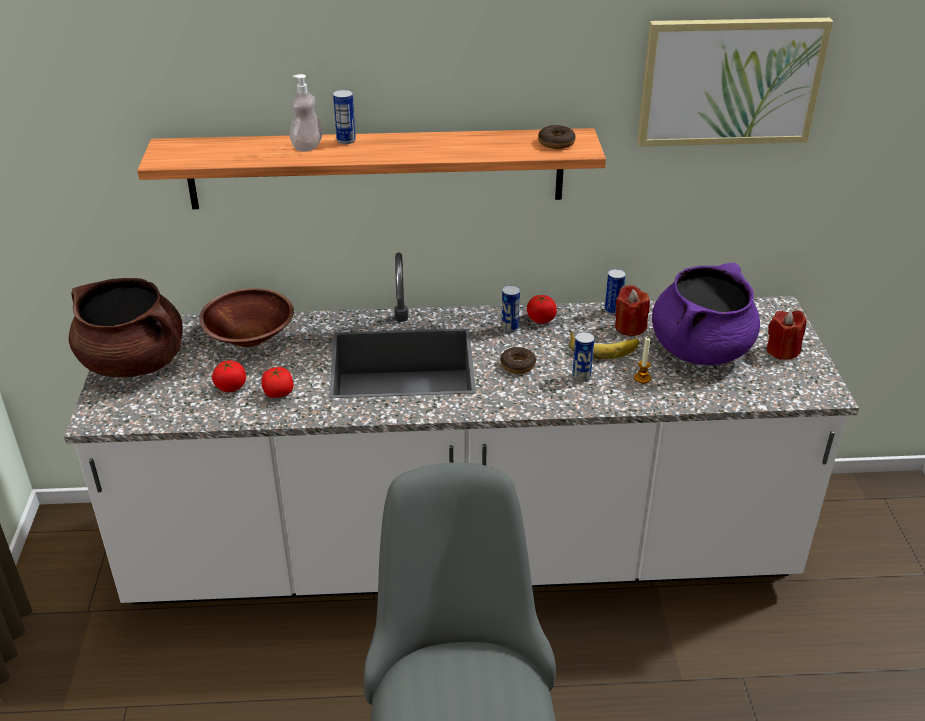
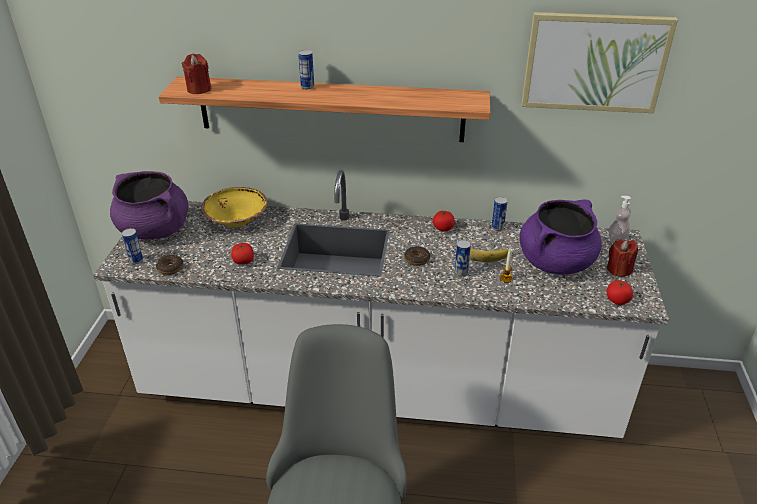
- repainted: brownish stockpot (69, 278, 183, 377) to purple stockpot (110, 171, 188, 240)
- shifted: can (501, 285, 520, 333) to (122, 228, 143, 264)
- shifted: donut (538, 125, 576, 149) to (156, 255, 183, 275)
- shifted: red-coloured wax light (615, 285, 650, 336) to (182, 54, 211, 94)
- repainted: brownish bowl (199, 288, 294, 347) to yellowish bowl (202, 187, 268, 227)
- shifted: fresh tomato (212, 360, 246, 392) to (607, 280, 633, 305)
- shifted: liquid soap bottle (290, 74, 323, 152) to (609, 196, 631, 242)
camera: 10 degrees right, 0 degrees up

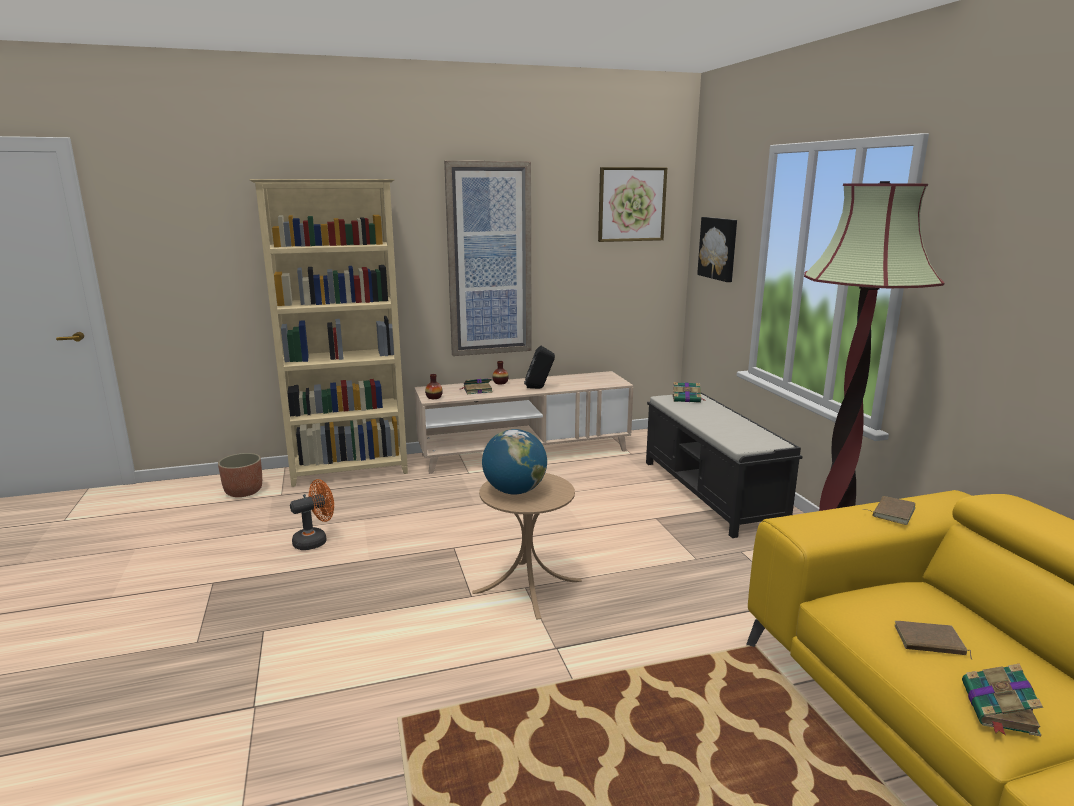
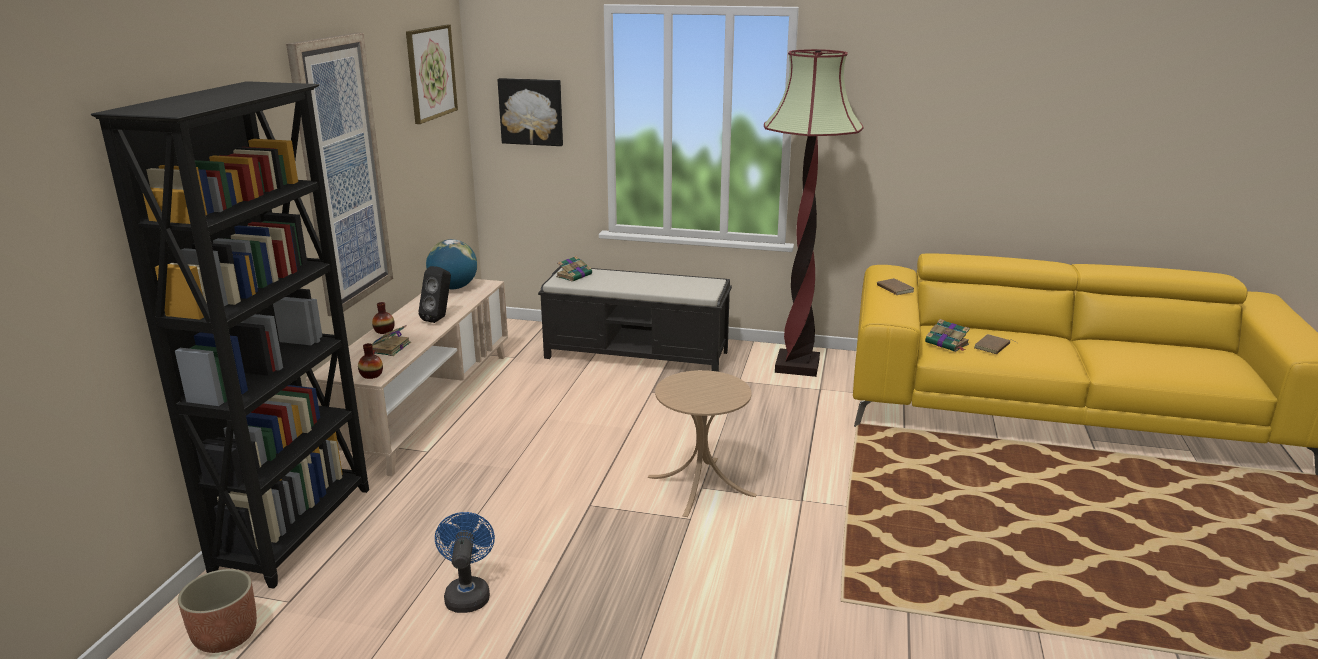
- repainted: beige-coloured shelving unit (249, 179, 408, 487) to blackish shelving unit (91, 81, 369, 589)
- shifted: desk globe (482, 429, 547, 494) to (426, 239, 477, 289)
- repainted: orange-coloured electric fan (290, 479, 334, 550) to blue electric fan (435, 512, 495, 613)
- shifted: bound book (962, 664, 1043, 736) to (925, 319, 970, 352)
camera: 60 degrees left, 5 degrees up

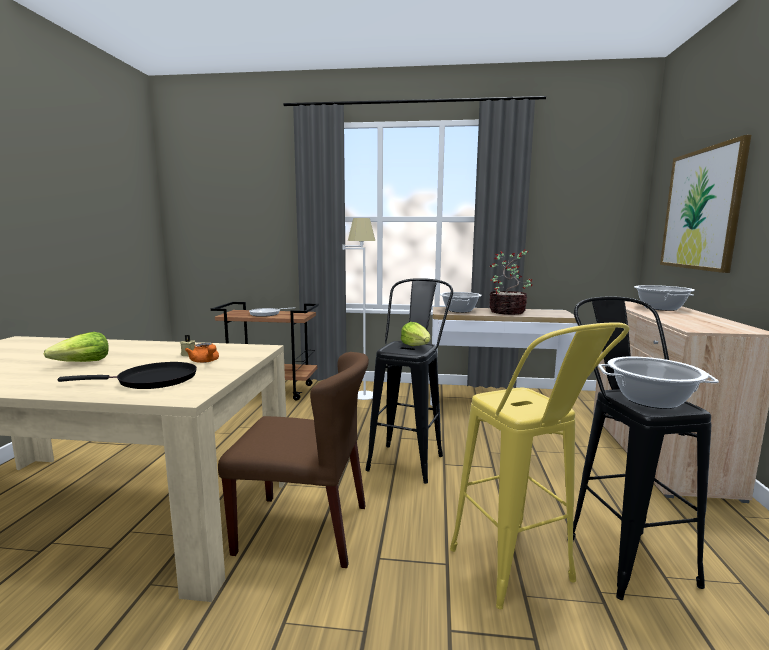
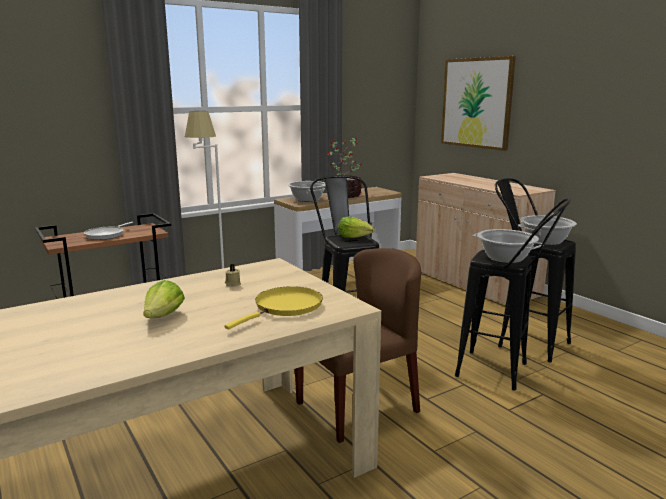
- repainted: blackish pan (58, 362, 197, 389) to yellowish pan (224, 286, 323, 329)
- repainted: yellowish stool (450, 322, 630, 609) to blackish stool (455, 198, 571, 391)
- shifted: stockpot (634, 285, 695, 311) to (473, 229, 544, 263)
- gone: orange-coloured teapot (185, 343, 219, 363)
camera: 40 degrees left, 5 degrees up

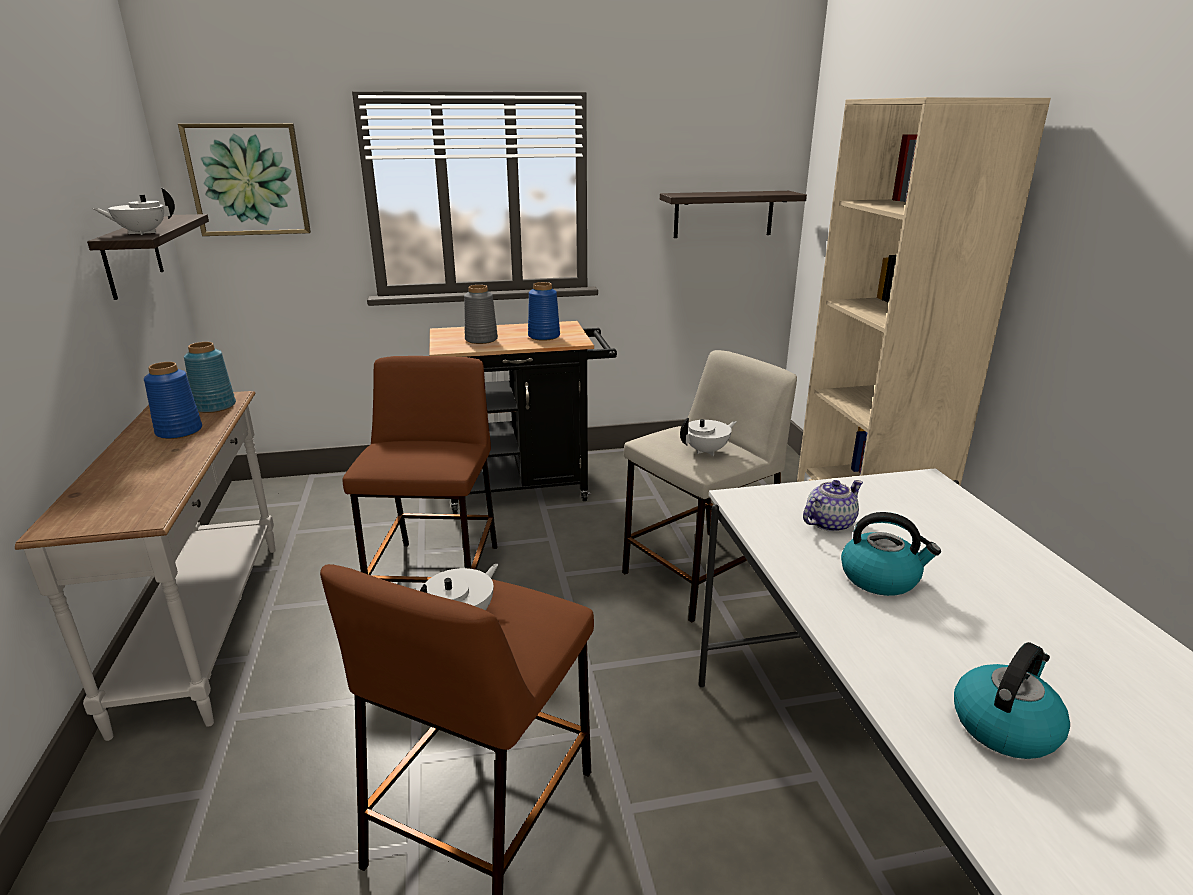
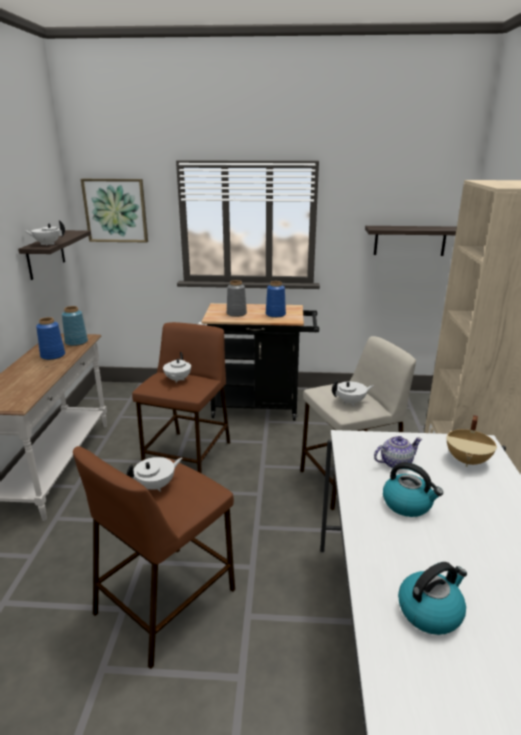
- new: whitish teapot (163, 352, 191, 383)
- new: beige-coloured stockpot (446, 415, 497, 467)
camera: 15 degrees right, 0 degrees up

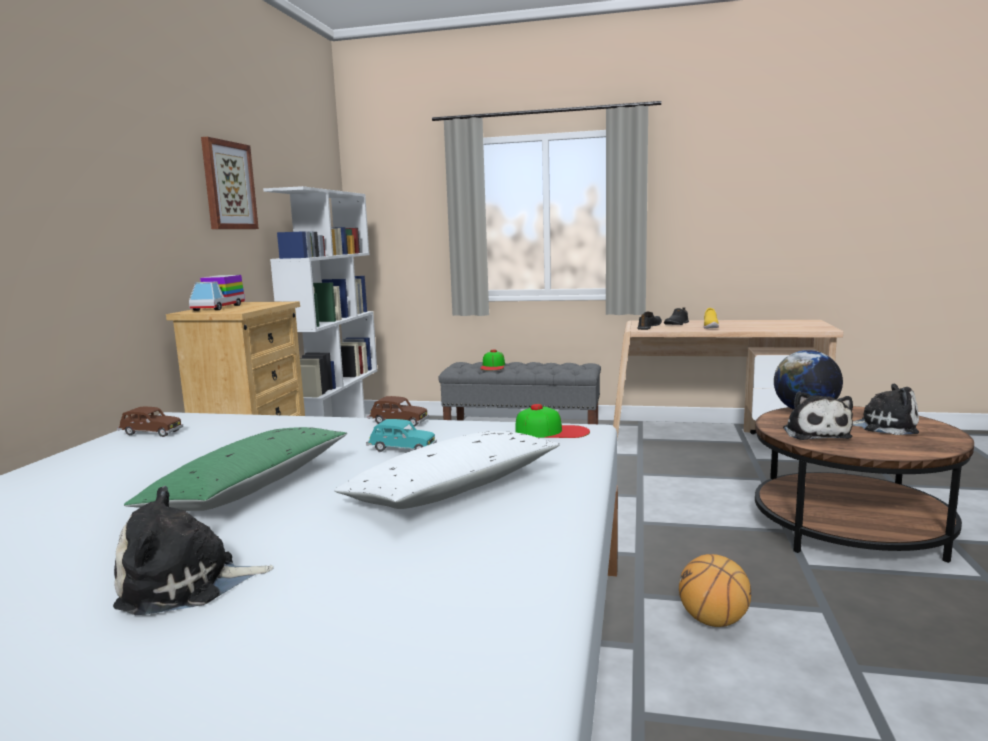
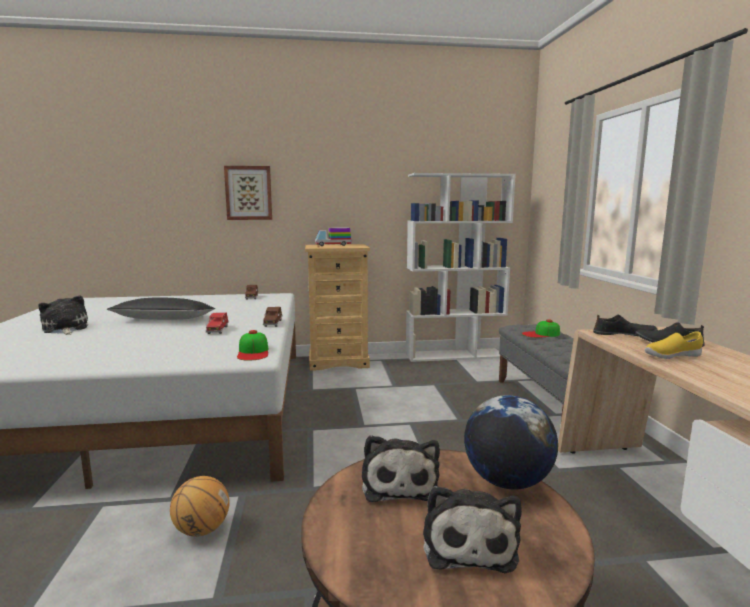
- repainted: greenish cushion (124, 427, 347, 511) to blackish cushion (107, 297, 215, 320)
- repainted: turquoise toy car (366, 419, 437, 452) to red-coloured toy car (206, 312, 229, 334)
- shifted: wall art (201, 137, 259, 229) to (224, 166, 272, 220)
- rotated: soft toy (783, 392, 853, 440) = (362, 435, 440, 502) 75 degrees counterclockwise
- gone: whitish cushion (334, 431, 560, 509)
camera: 70 degrees right, 0 degrees up

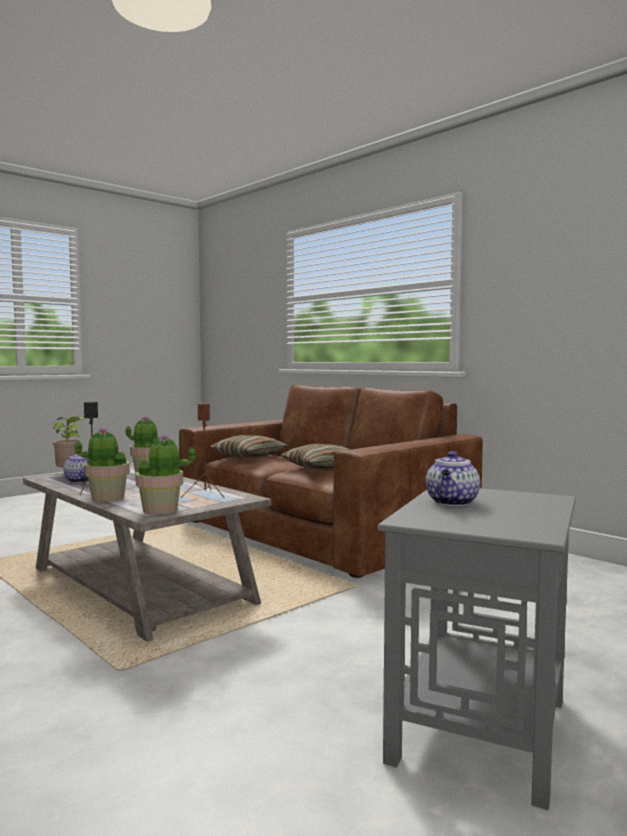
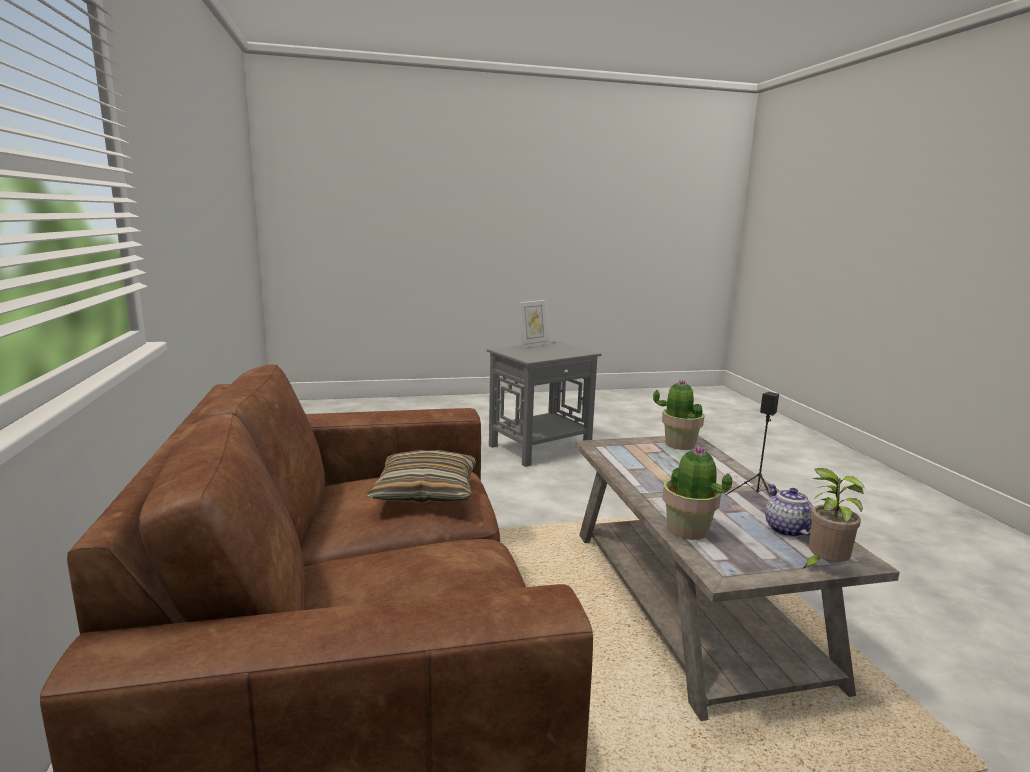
- new: photo frame (518, 297, 549, 348)
- gone: potted plant (75, 428, 130, 502)
- gone: brownish loudspeaker (181, 403, 225, 498)
- gone: cushion (210, 435, 288, 458)
- gone: teapot (426, 451, 480, 506)
camera: 150 degrees left, 10 degrees up

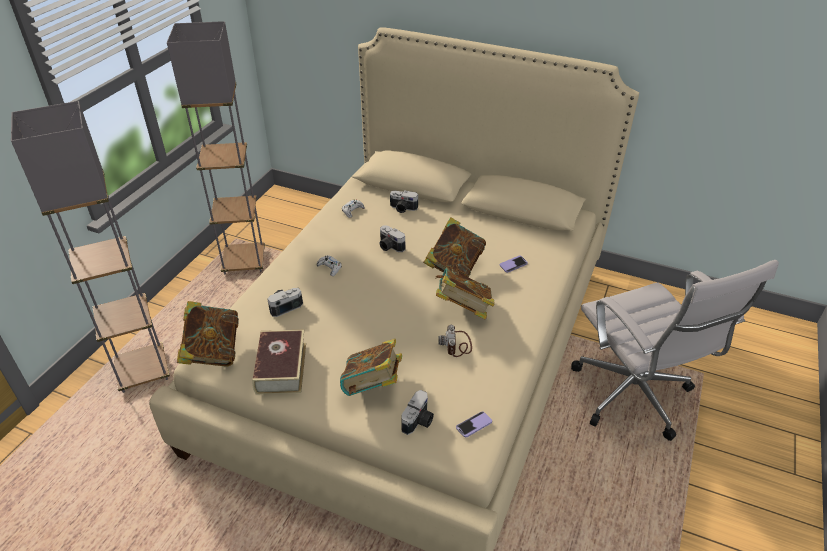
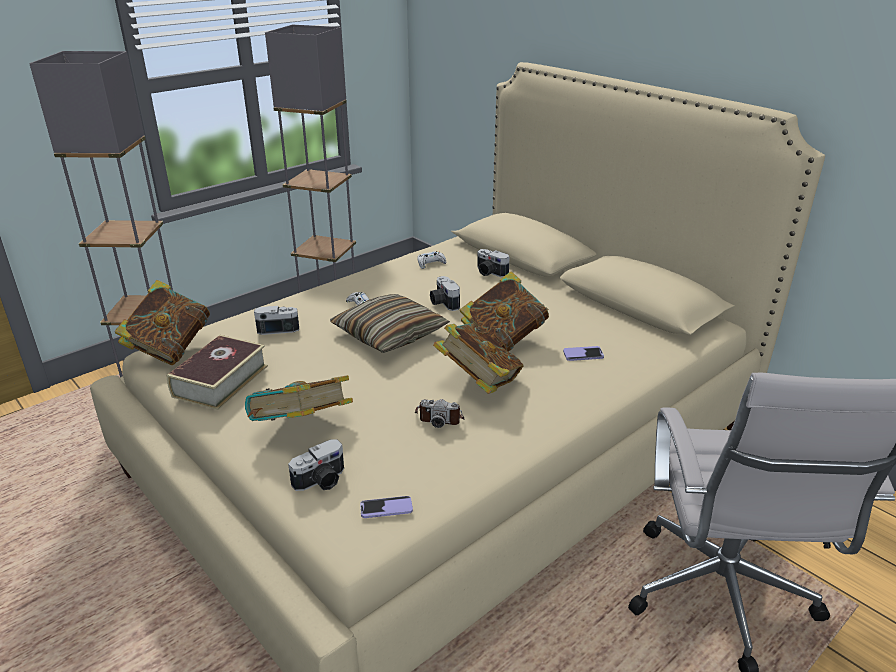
- new: cushion (330, 294, 450, 353)
- rotated: still camera (438, 325, 472, 357) = (415, 399, 464, 428) 105 degrees counterclockwise
camera: 25 degrees right, 10 degrees down

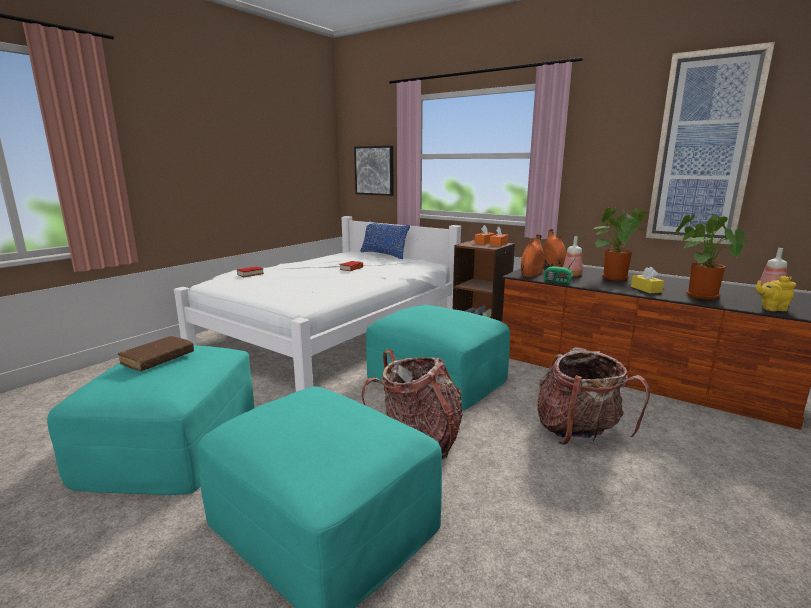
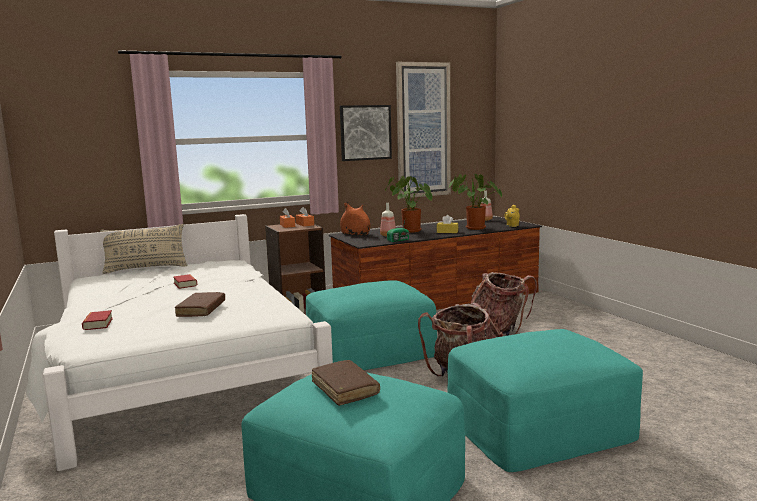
- repainted: blue cushion (360, 220, 410, 259) to beige-coloured cushion (100, 224, 188, 274)
- new: brownish bound book (175, 292, 225, 317)
- shifted: wall art (354, 146, 394, 196) to (340, 105, 392, 161)
- gone: orange-coloured decorative vase (521, 235, 544, 277)
camera: 60 degrees left, 5 degrees down

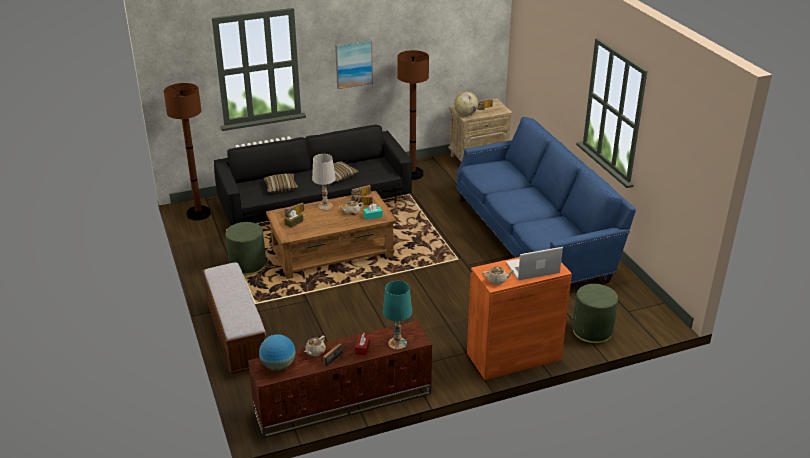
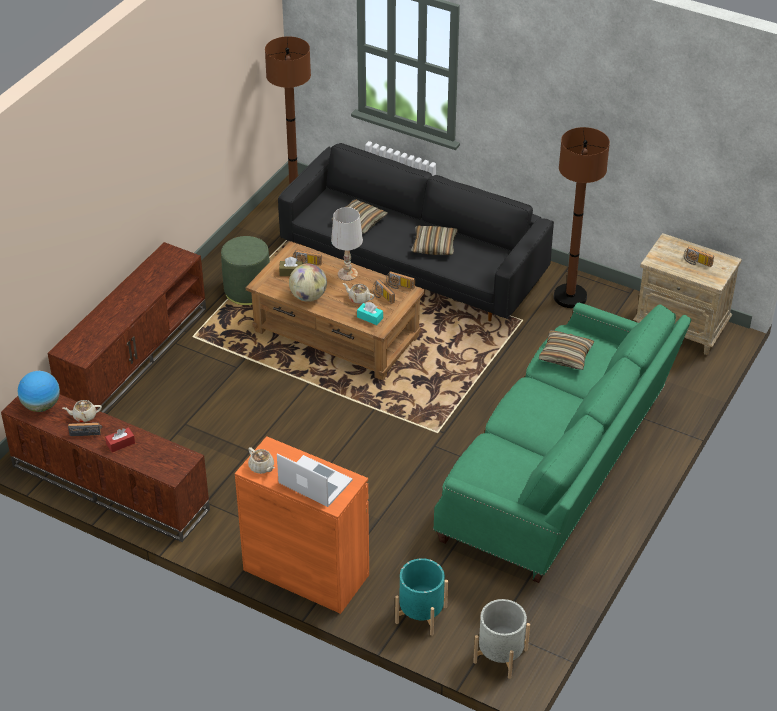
- swapped: indoor bench (202, 262, 266, 374) to brownish tv stand (47, 242, 206, 413)
- shifted: desk globe (454, 91, 478, 116) to (289, 264, 327, 302)
- swapped: greenish pouffe (572, 284, 618, 344) to turquoise planter (395, 558, 448, 636)
- repainted: blue settee (456, 117, 636, 284) to greenish settee (433, 303, 691, 583)
- new: grey planter (473, 599, 530, 679)
- new: cushion (539, 330, 595, 370)
- gone: wall art (335, 40, 373, 89)
- gone: turquoise tabletop lamp (383, 281, 412, 350)
camera: 50 degrees right, 10 degrees up

